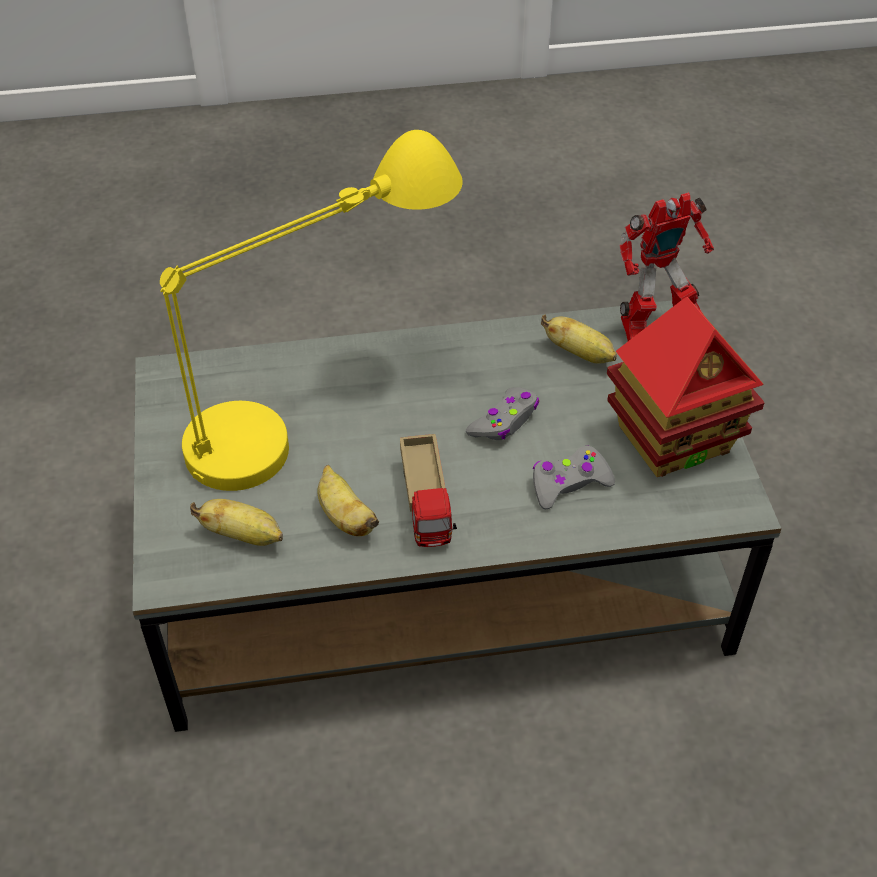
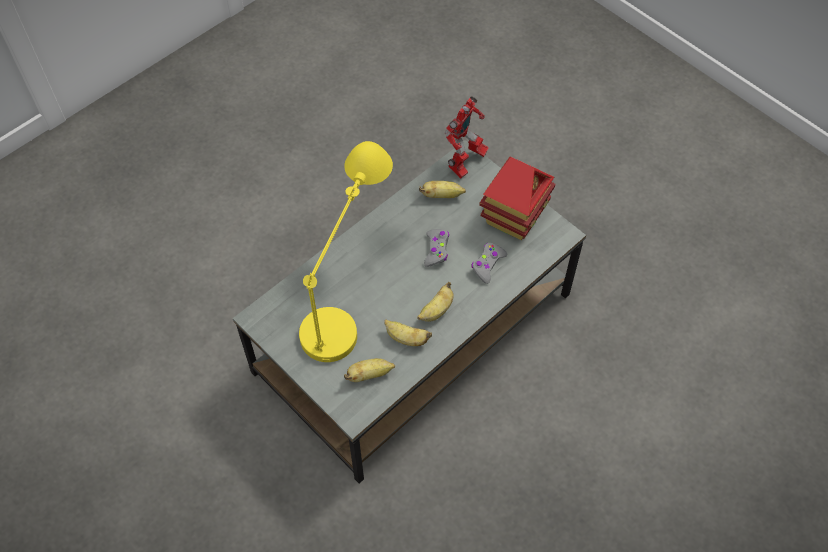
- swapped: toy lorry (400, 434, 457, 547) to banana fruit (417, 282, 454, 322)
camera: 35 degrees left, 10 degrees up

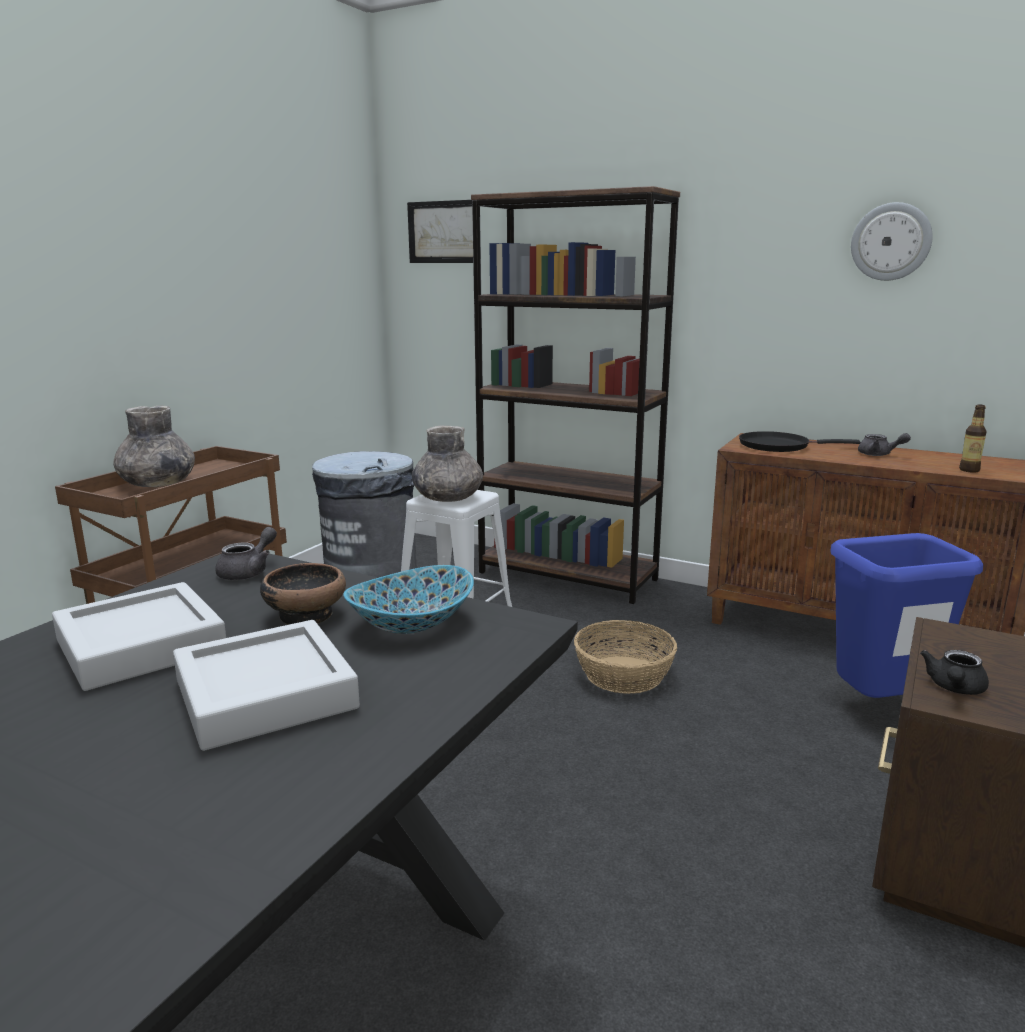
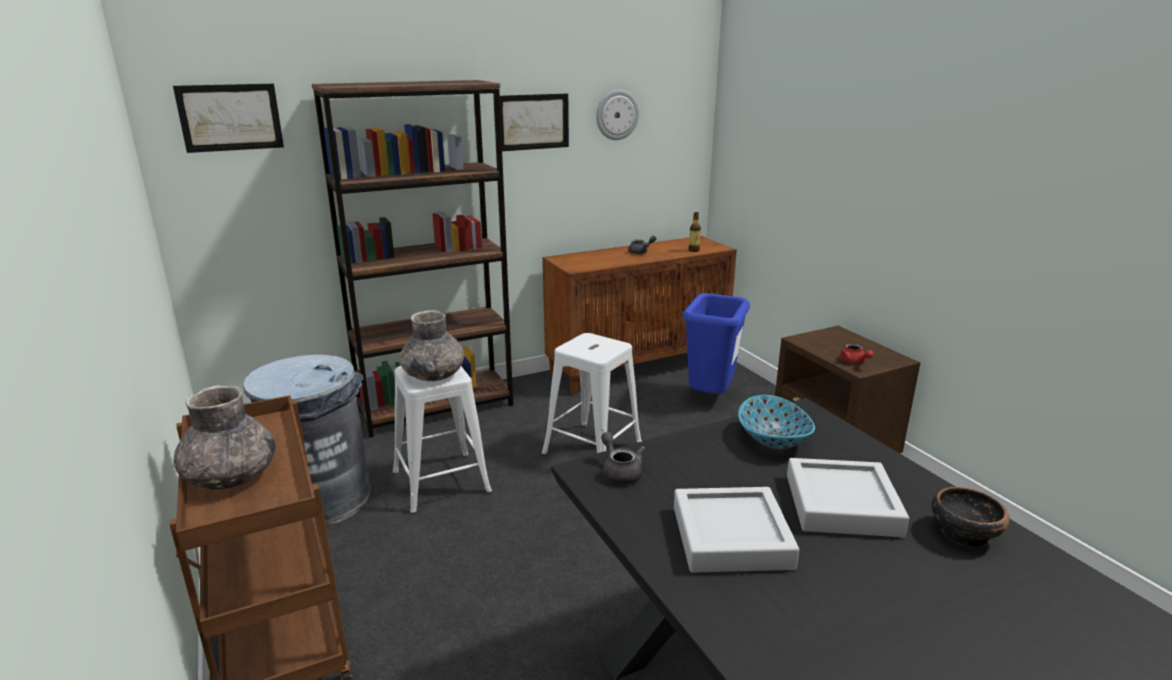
- new: wall art (500, 93, 569, 151)
- swapped: storage basket (574, 620, 677, 694) to whitish stool (542, 333, 642, 455)
- repainted: blackish teapot (920, 650, 989, 695) to red-coloured teapot (840, 344, 874, 364)
- shifted: bowl (260, 563, 346, 625) to (932, 487, 1010, 548)
- gone: blackish pan (739, 431, 860, 452)
camera: 55 degrees left, 5 degrees up

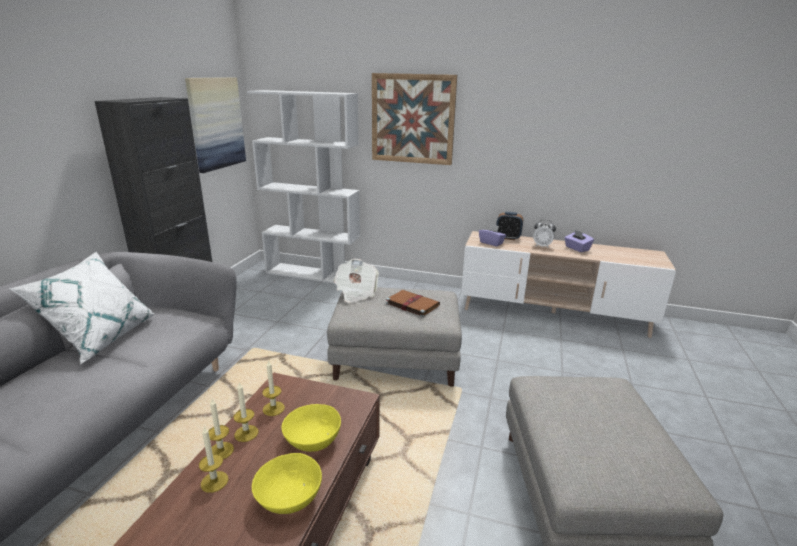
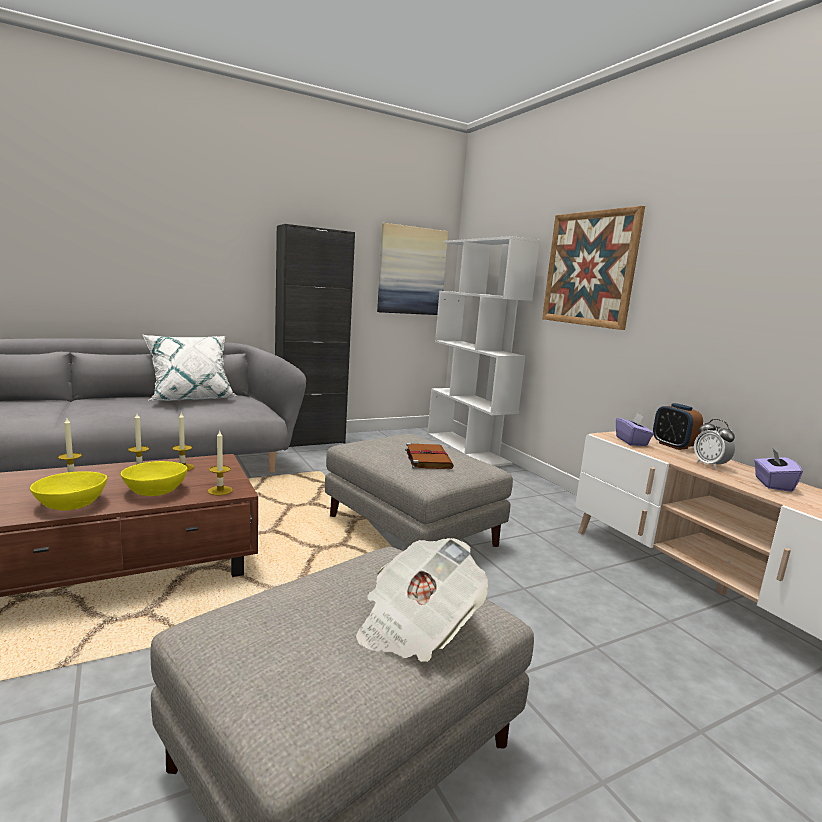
- shifted: wax light (209, 399, 234, 459) to (208, 431, 233, 495)
- shifted: newspaper (334, 259, 379, 303) to (356, 538, 488, 662)
camera: 45 degrees right, 10 degrees down

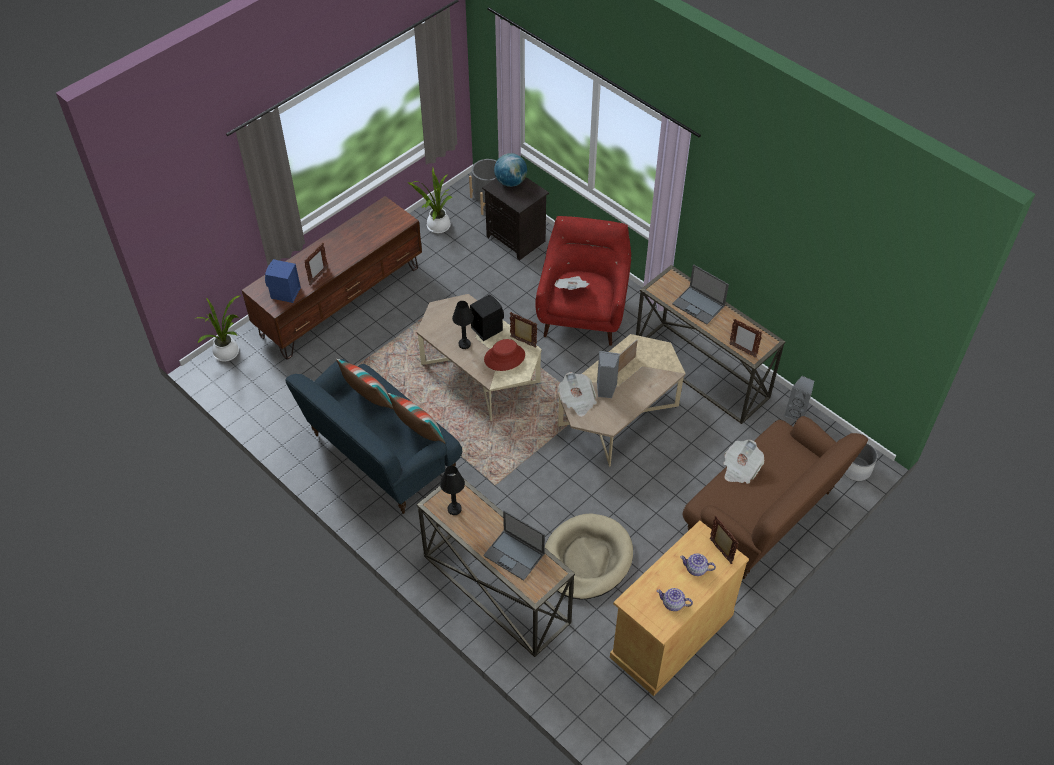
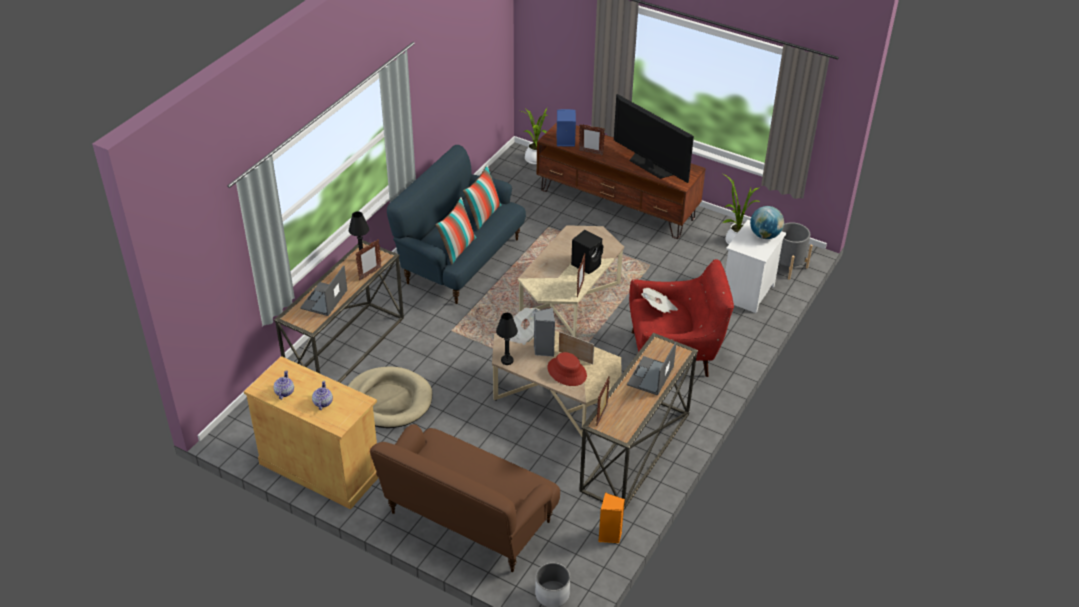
- shifted: photo frame (710, 516, 739, 564) to (355, 239, 382, 281)
- shifted: blackish tabletop lamp (452, 301, 474, 349) to (496, 313, 518, 365)
- shifted: red-coloured wearable hat (484, 339, 525, 371) to (547, 352, 587, 386)
- repainted: grey loudspeaker (784, 376, 814, 421) to orange-coloured loudspeaker (598, 493, 625, 543)
- new: television (614, 94, 694, 183)
- repainted: blackish nightstand (482, 177, 549, 261) to whitish nightstand (725, 220, 786, 313)
- gone: newspaper (723, 440, 764, 484)
camera: 75 degrees right, 10 degrees down

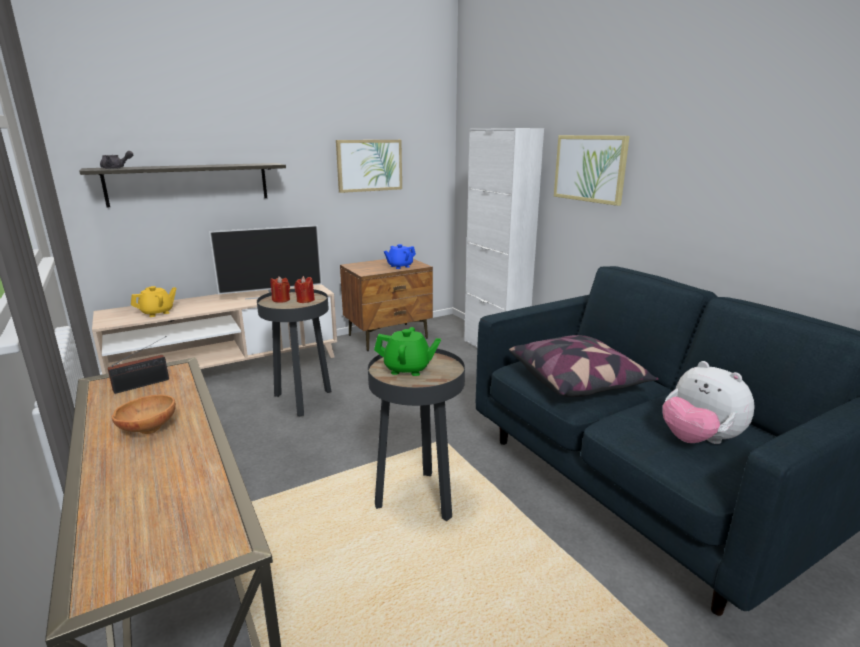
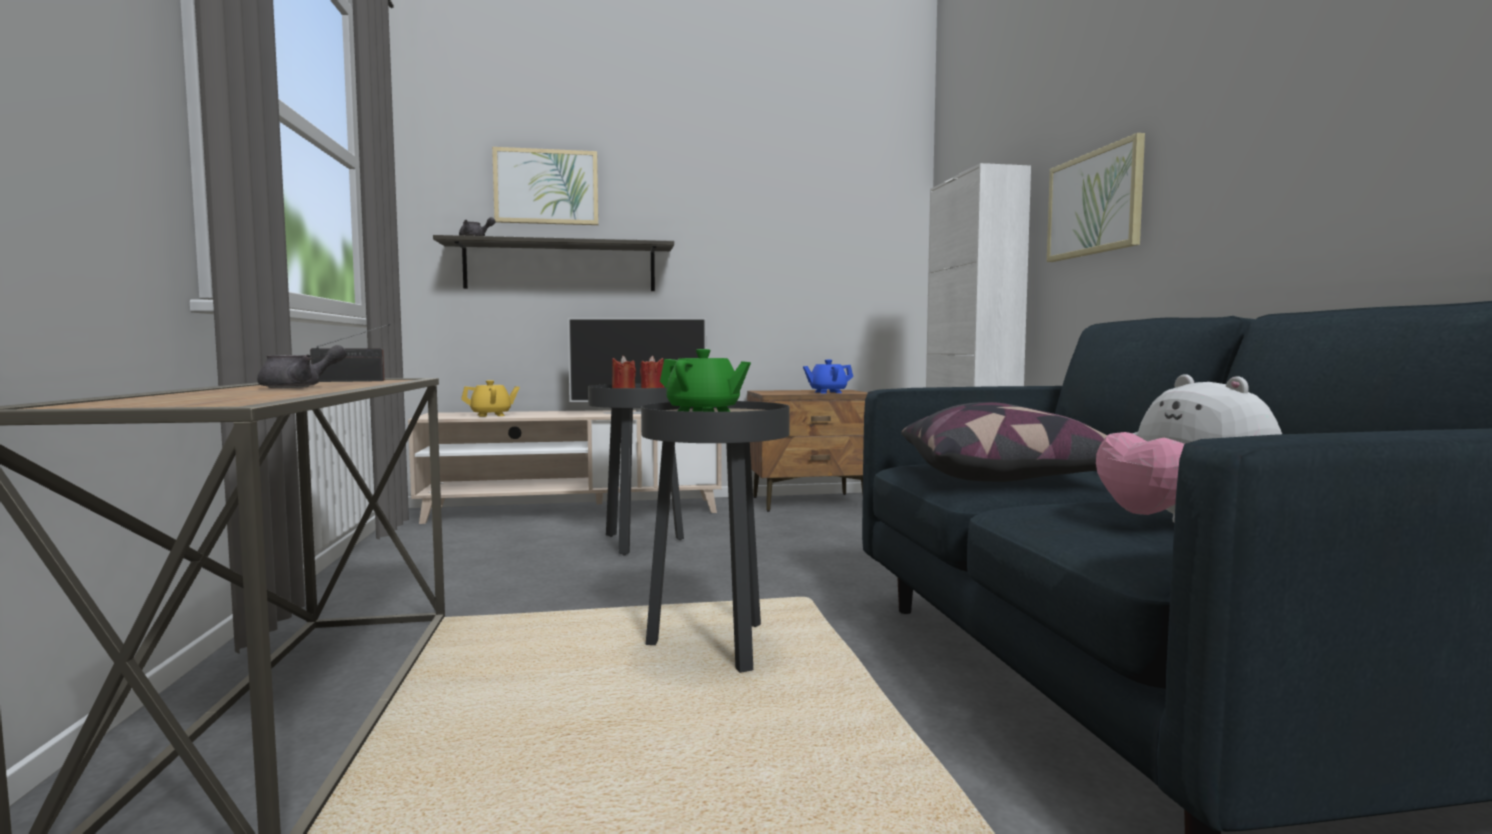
- swapped: brownish bowl (112, 395, 176, 434) to grey teapot (257, 345, 347, 388)
- shifted: wall art (336, 140, 402, 193) to (492, 147, 598, 225)
camera: 20 degrees right, 15 degrees down

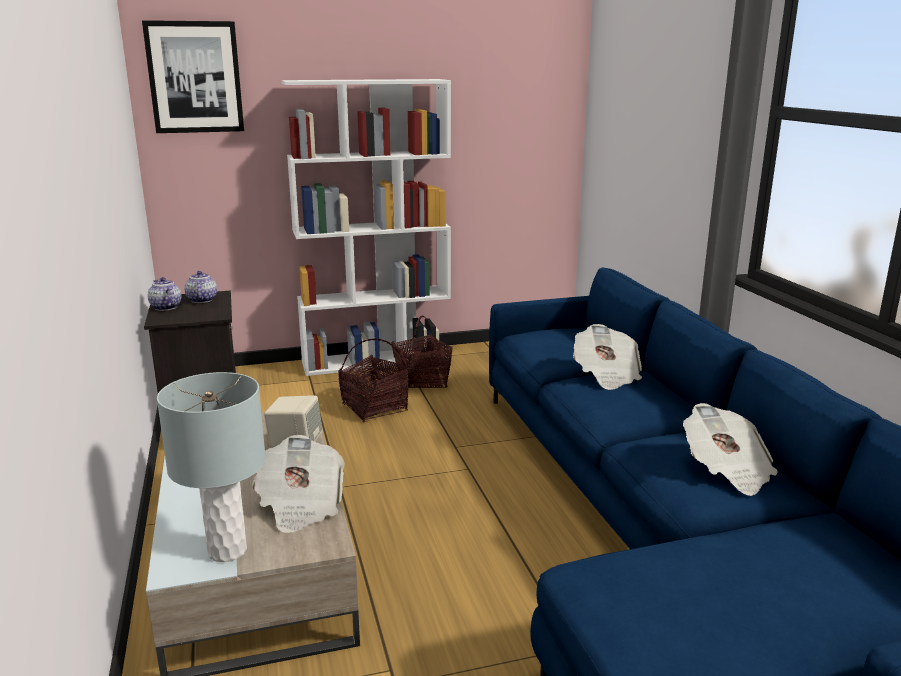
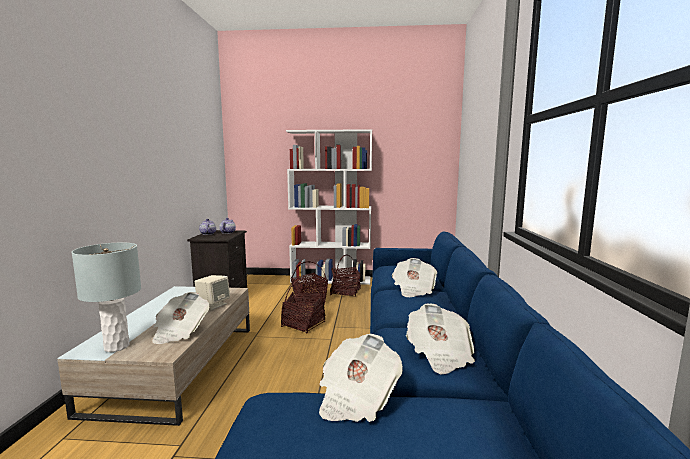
- new: storage basket (281, 278, 325, 333)
- new: newspaper (319, 334, 403, 422)
- gone: wall art (142, 20, 244, 133)
camera: 20 degrees right, 10 degrees down

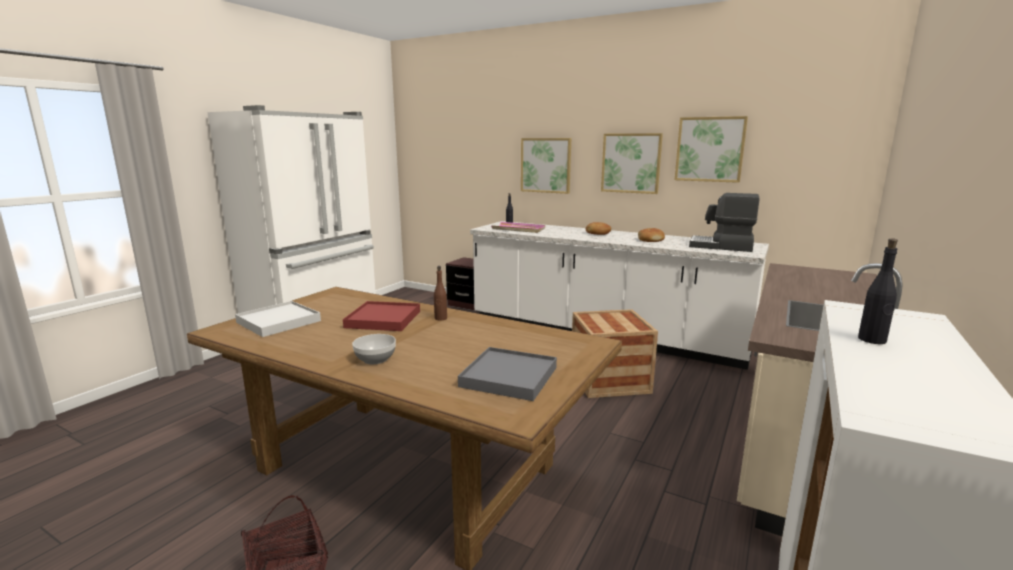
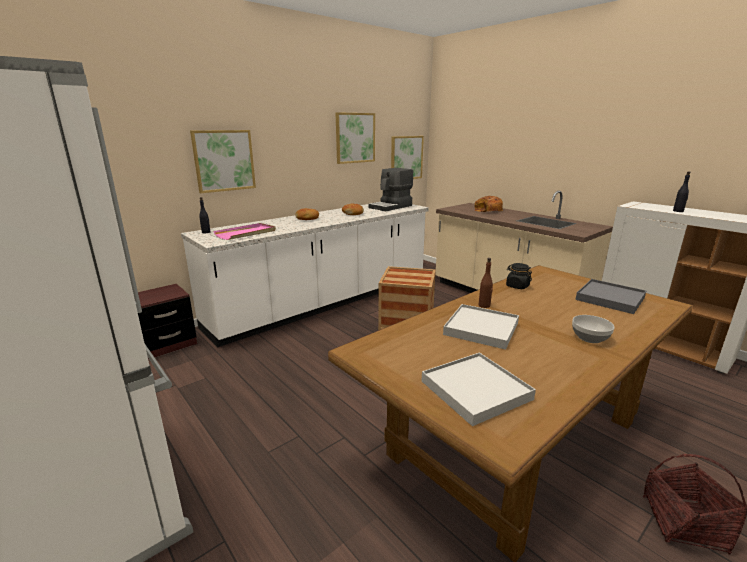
- shifted: wall art (601, 133, 663, 194) to (391, 136, 424, 179)
- repainted: red-coloured serving tray (343, 301, 420, 331) to whitish serving tray (443, 304, 519, 350)
- new: baked bread (474, 196, 503, 212)
- new: blackish storage jar (506, 263, 532, 289)
camera: 70 degrees left, 5 degrees up

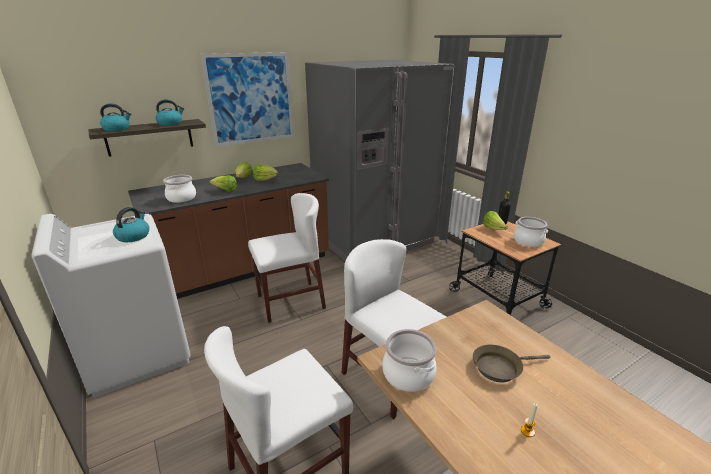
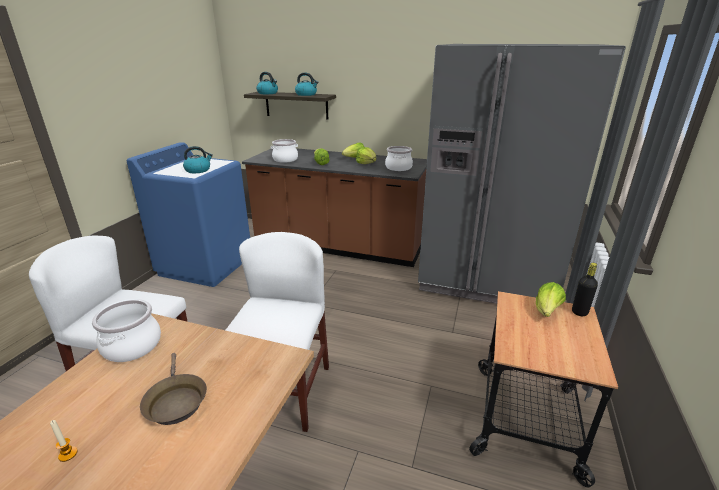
- repainted: whitish laundry machine (32, 214, 191, 398) to blue laundry machine (127, 142, 250, 287)
- rotated: brownish pan (473, 345, 550, 382) = (140, 353, 207, 425) 150 degrees counterclockwise
- shifted: stockpot (514, 217, 548, 247) to (385, 146, 413, 171)
- gone: wall art (201, 52, 294, 147)
- gone: whitish chair (248, 193, 326, 323)
camera: 50 degrees right, 0 degrees up

